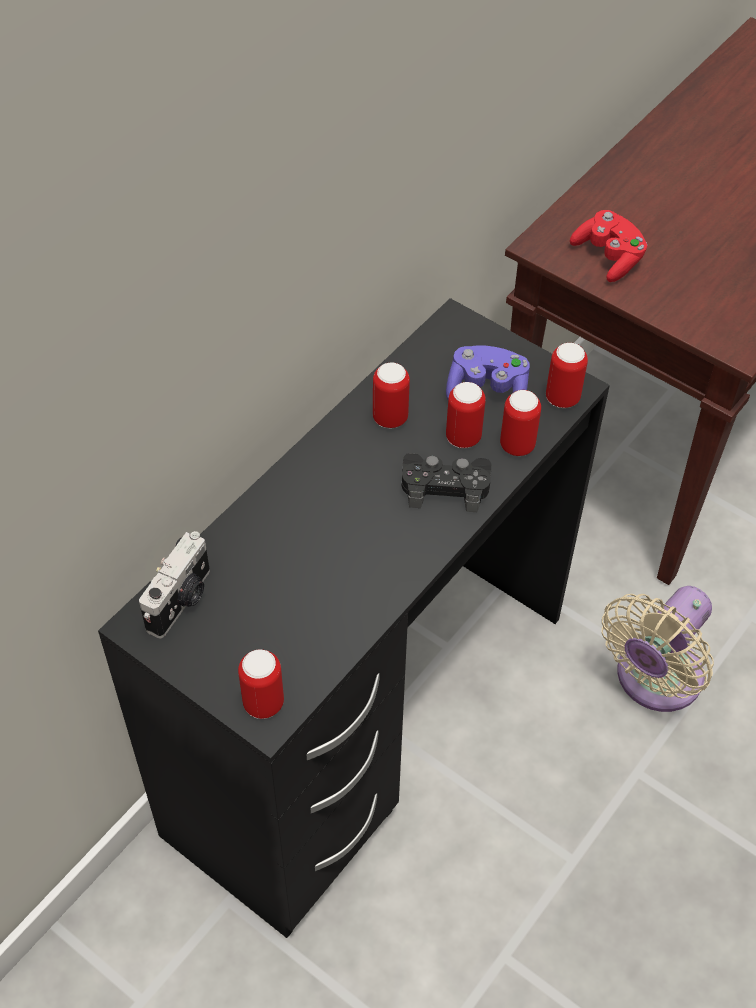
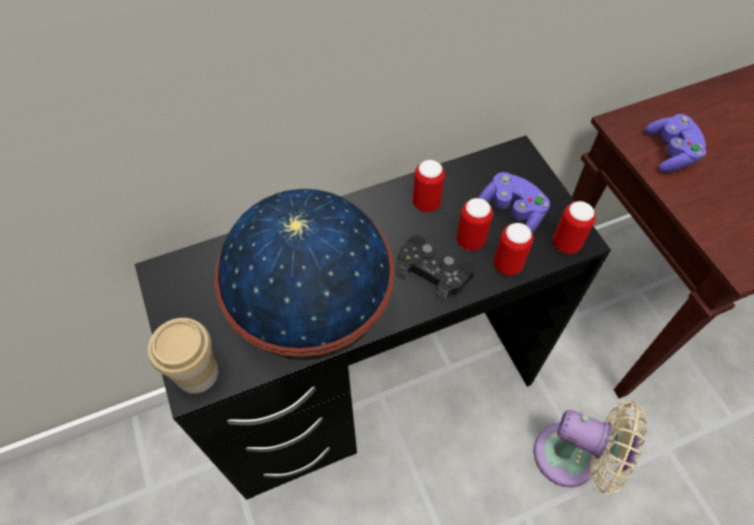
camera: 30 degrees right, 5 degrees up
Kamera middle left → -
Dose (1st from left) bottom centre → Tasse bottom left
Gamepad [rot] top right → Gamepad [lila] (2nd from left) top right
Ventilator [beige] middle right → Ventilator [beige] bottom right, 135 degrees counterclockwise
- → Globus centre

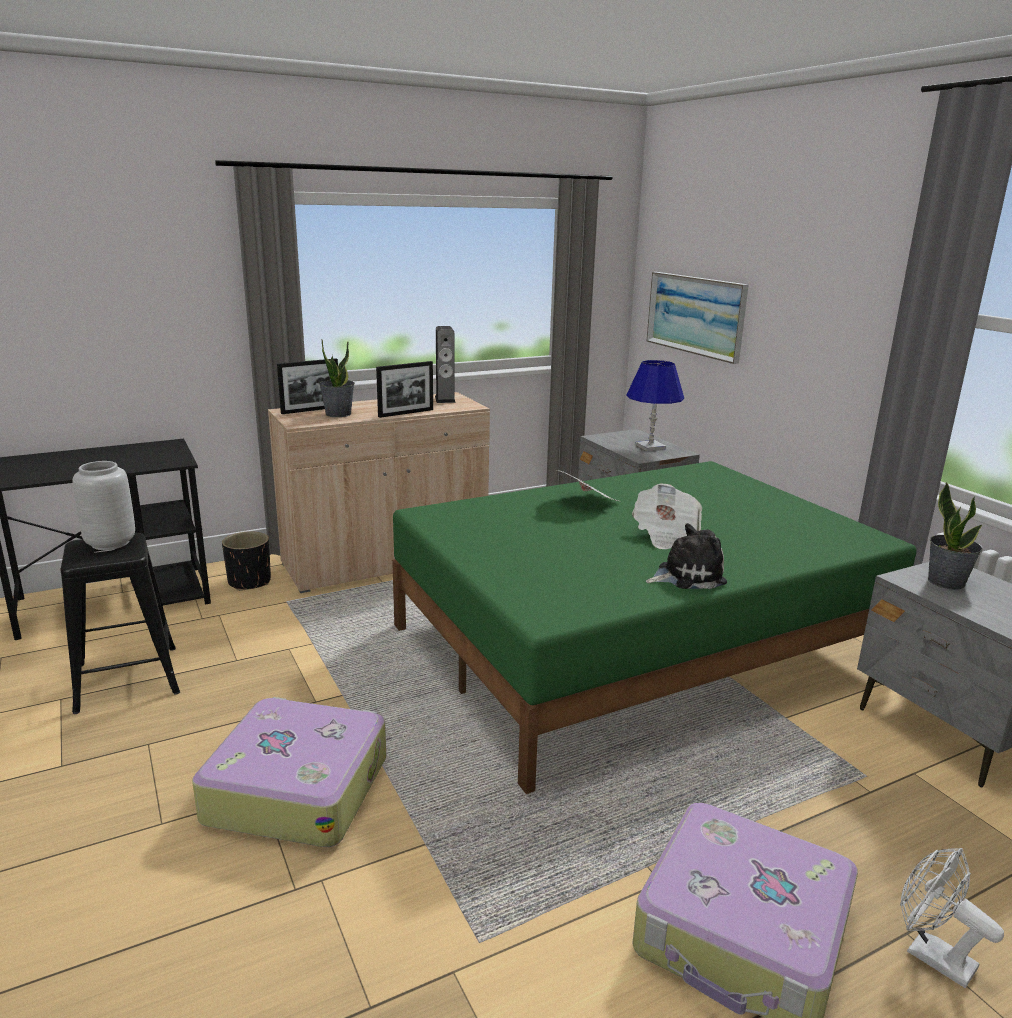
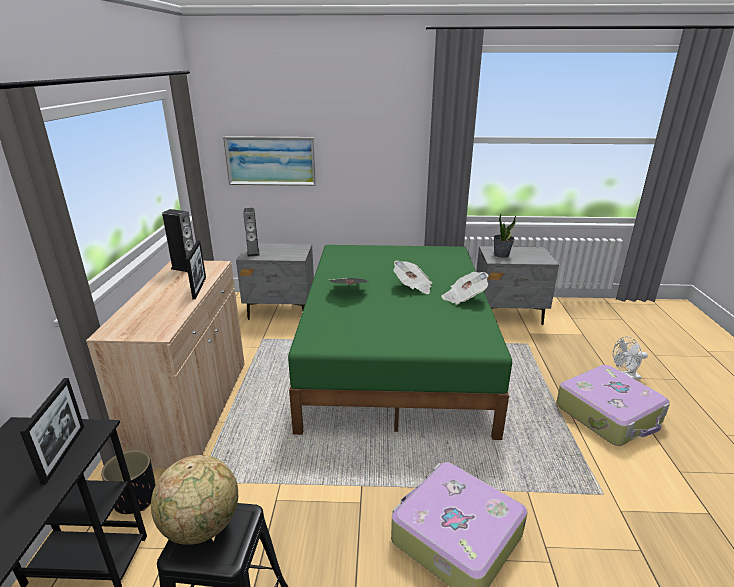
camera: 60 degrees left, 5 degrees up
Vase [grau] middle left → Globus bottom left
Bilderrahmen (1st from left) middle left → Bilderrahmen (1st from left) bottom left, moved
Topfpflanze (1st from left) middle left → -
Tischlampe [blau] centre → -
Plüschtier middle right → Zeitung (3rd from left) centre
- → Lautsprecher (2nd from left) centre

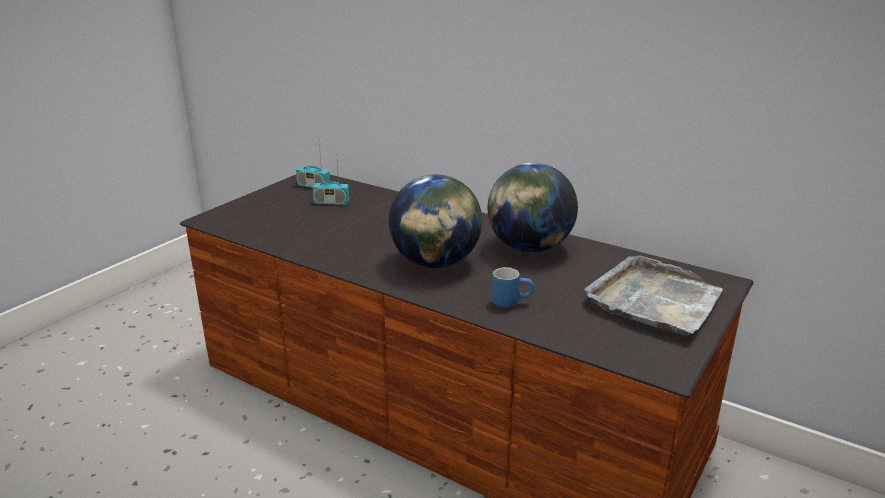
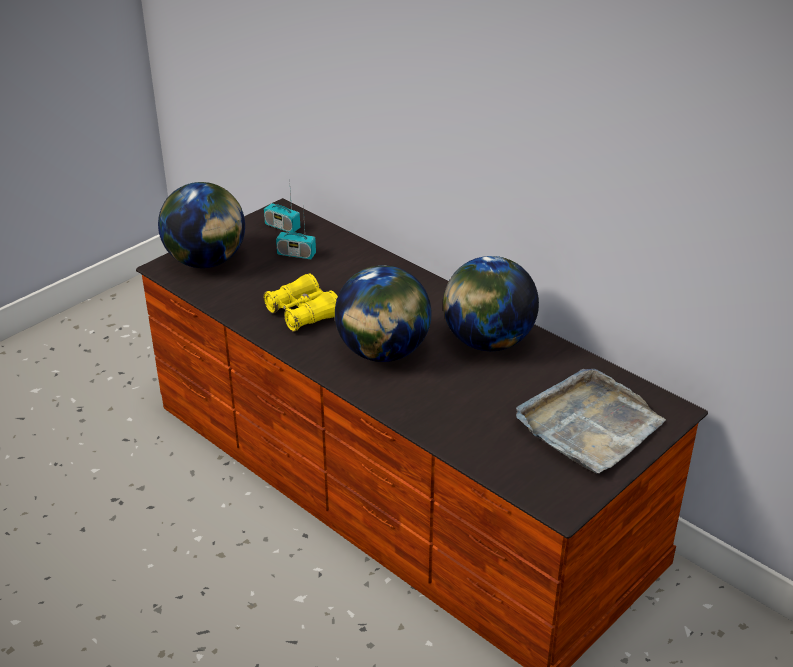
camera: 10 degrees right, 10 degrees up
Henkelbecher [blau] centre → -
- → Globus (1st from left) middle left
- → Fernglas [gelb] centre

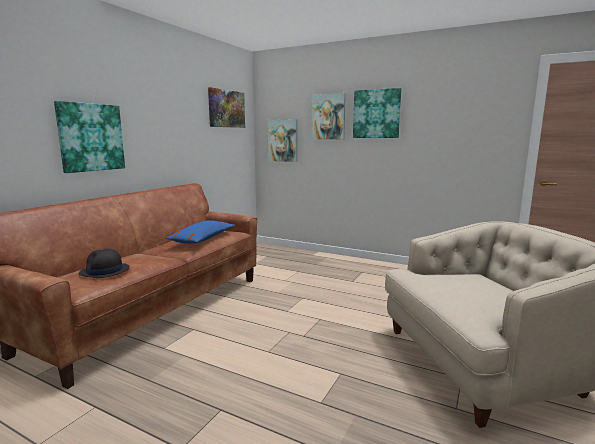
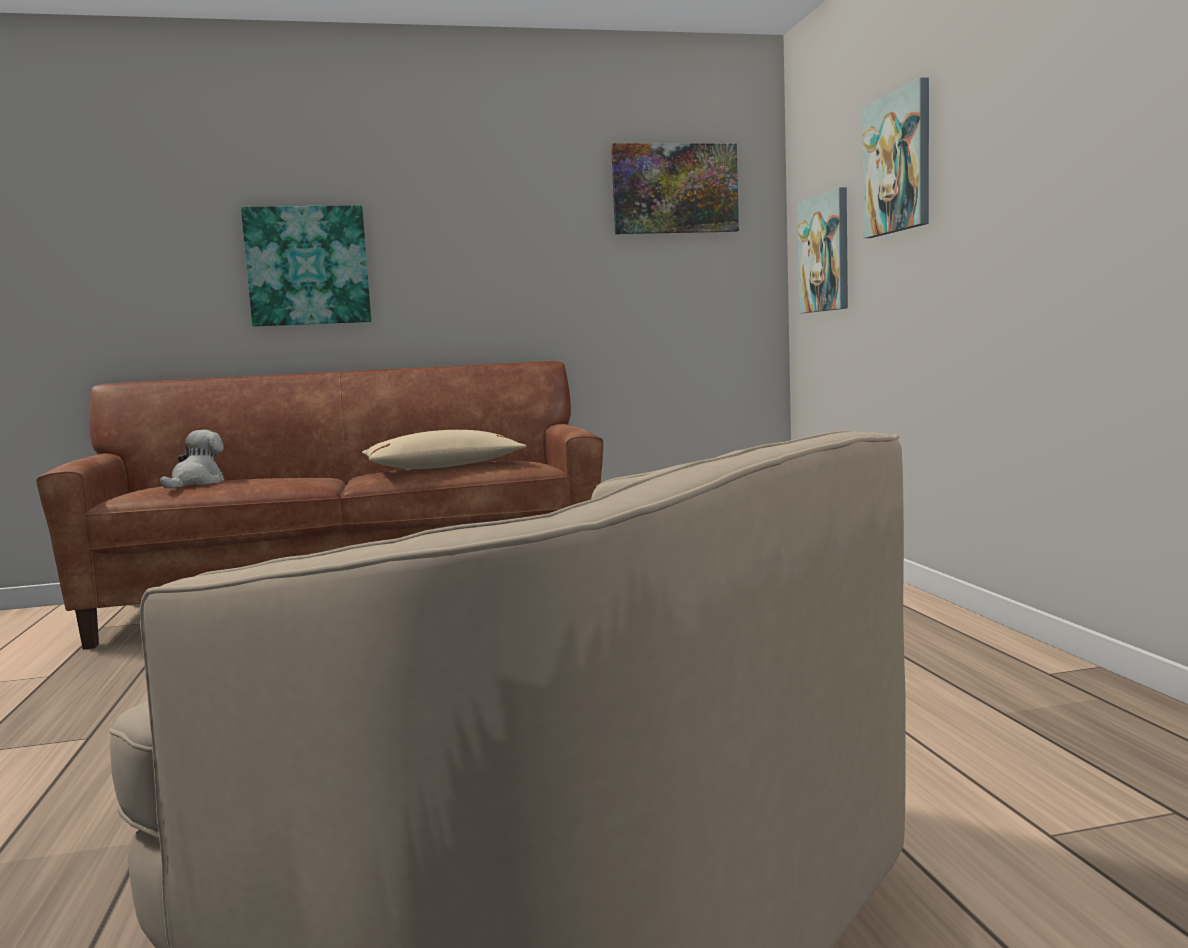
camera: 50 degrees right, 5 degrees down
Hut [schwarz] middle left → Plüschtier middle left
Kissen [blau] centre → Kissen [beige] centre
Bild (5th from left) top centre → -

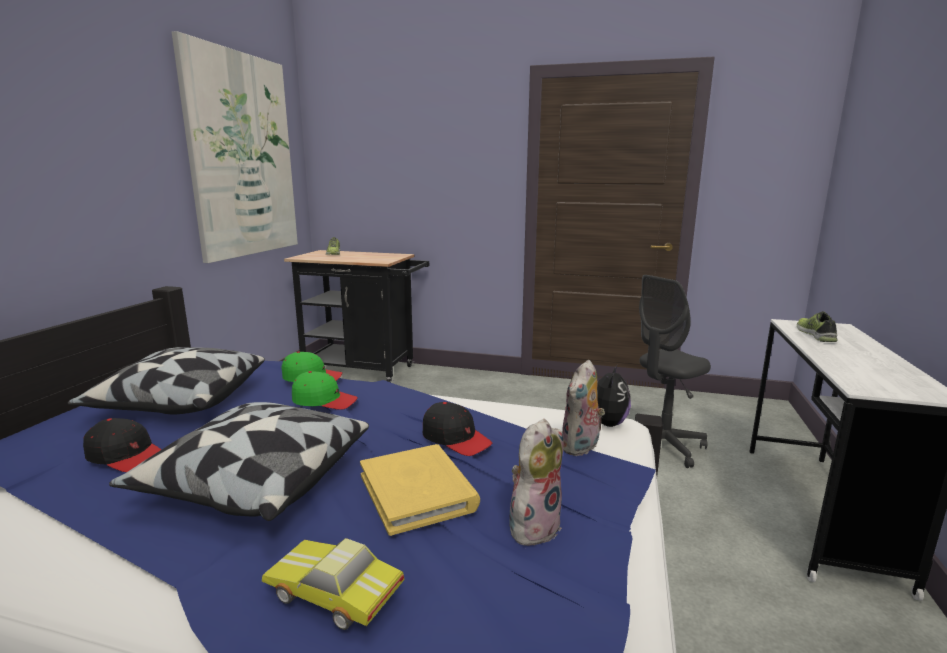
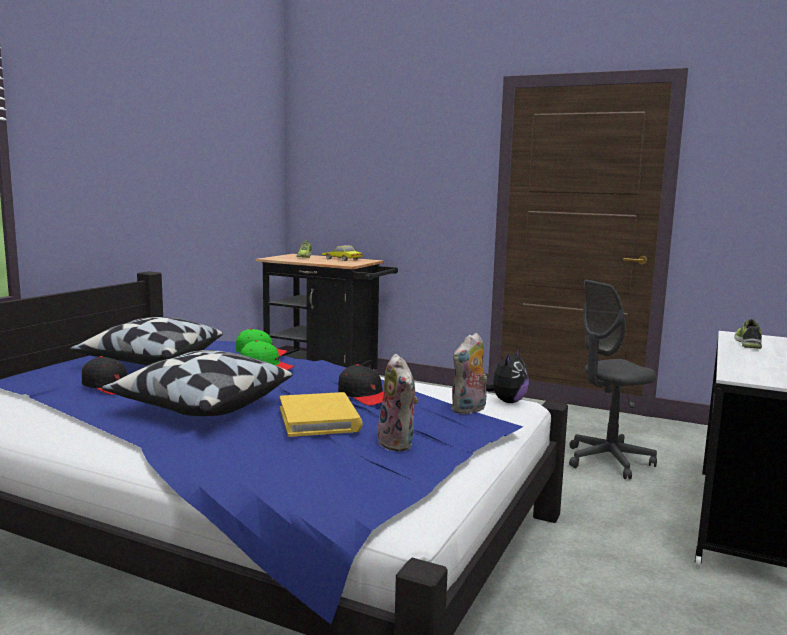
camera: 10 degrees right, 5 degrees down
Bild top left → -
Spielzeugauto bottom centre → Spielzeugauto centre, moved
Plüschtier (1st from left) bottom centre → Plüschtier (1st from left) centre, 105 degrees clockwise

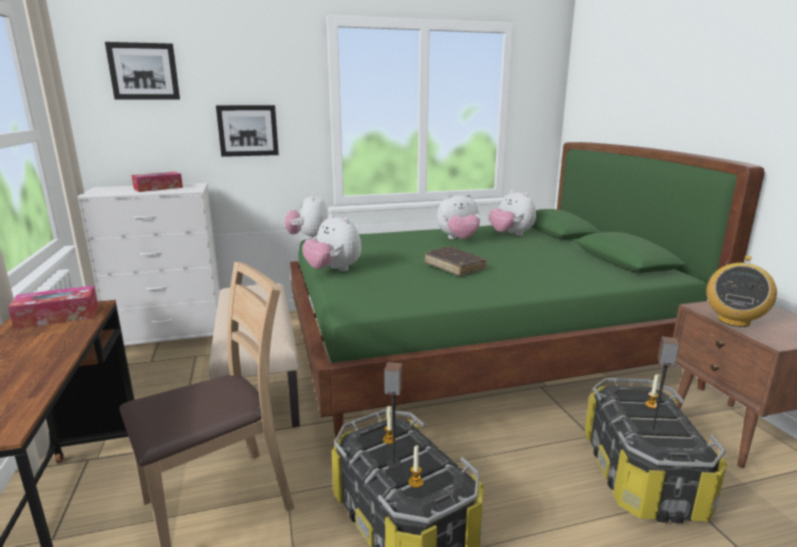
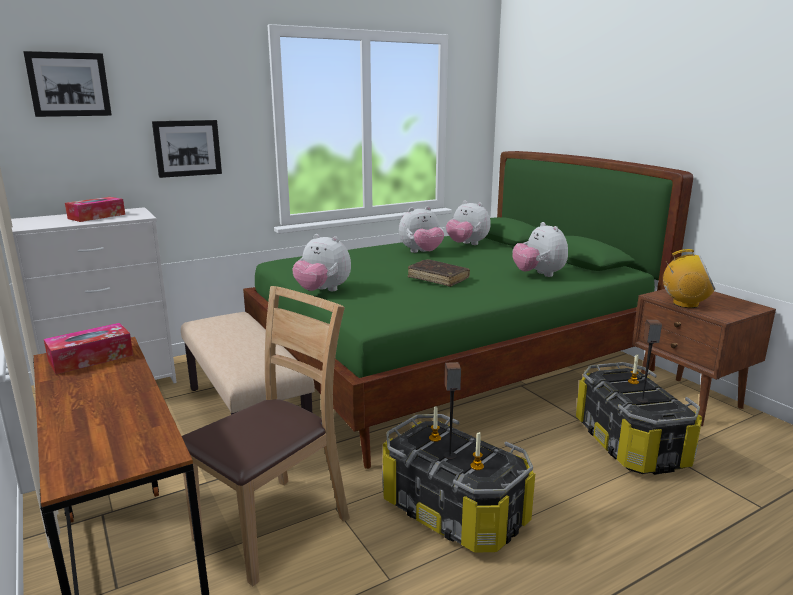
camera: 15 degrees left, 0 degrees up
Plüschtier (1st from left in the first image) centre → Plüschtier (4th from left) middle right, moved
Radio middle right, 90 degrees counterclockwise

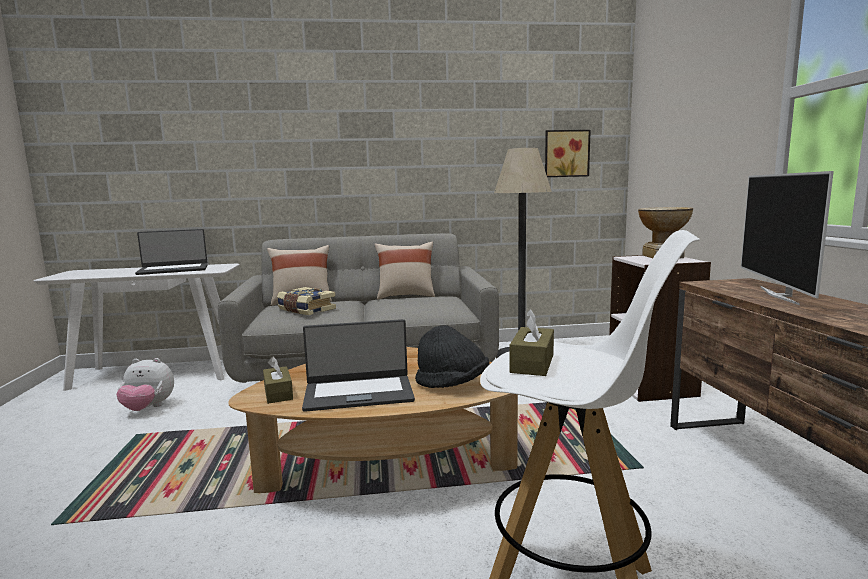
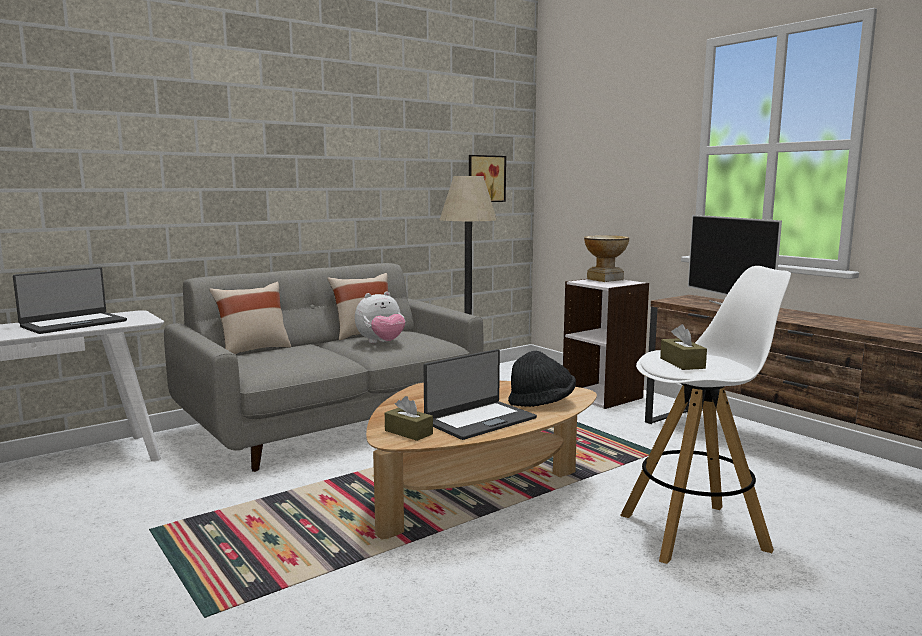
camera: 30 degrees left, 0 degrees up
Plüschtier middle left → Plüschtier centre, moved
Buch centre → -

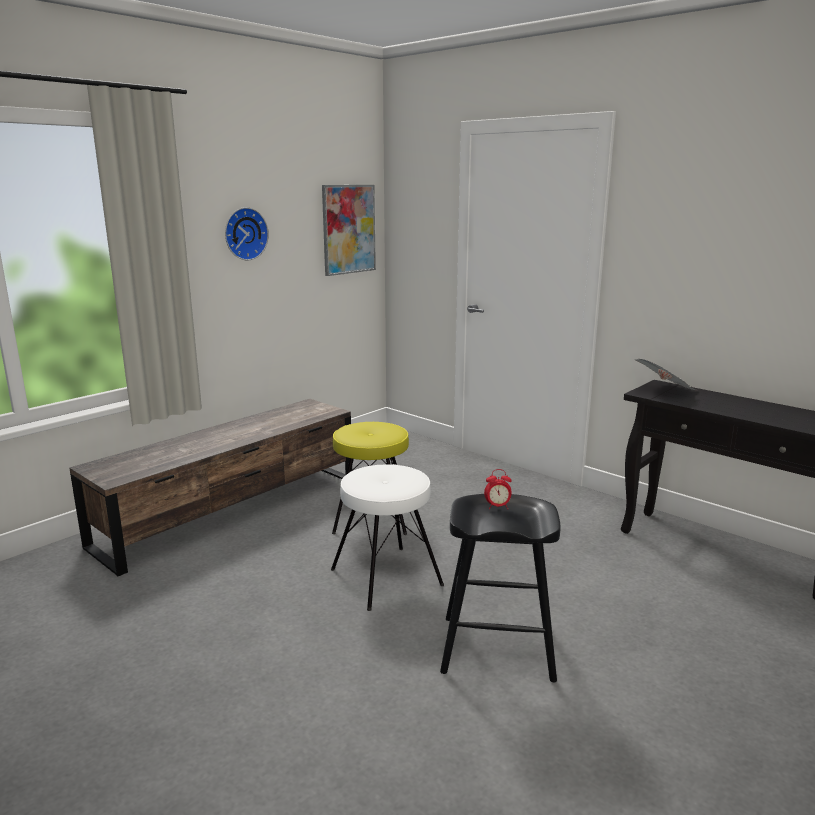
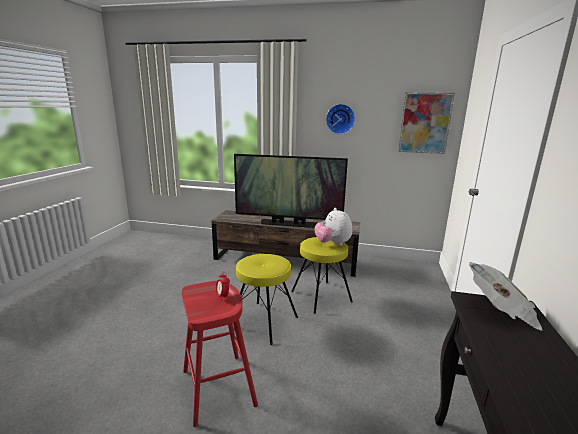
camera: 60 degrees right, 0 degrees up
Hocker [weiß] centre → Hocker [gelb] (1st from left) bottom centre
Hocker [schwarz] bottom centre → Hocker [rot] bottom centre
- → Fernseher centre
- → Plüschtier centre

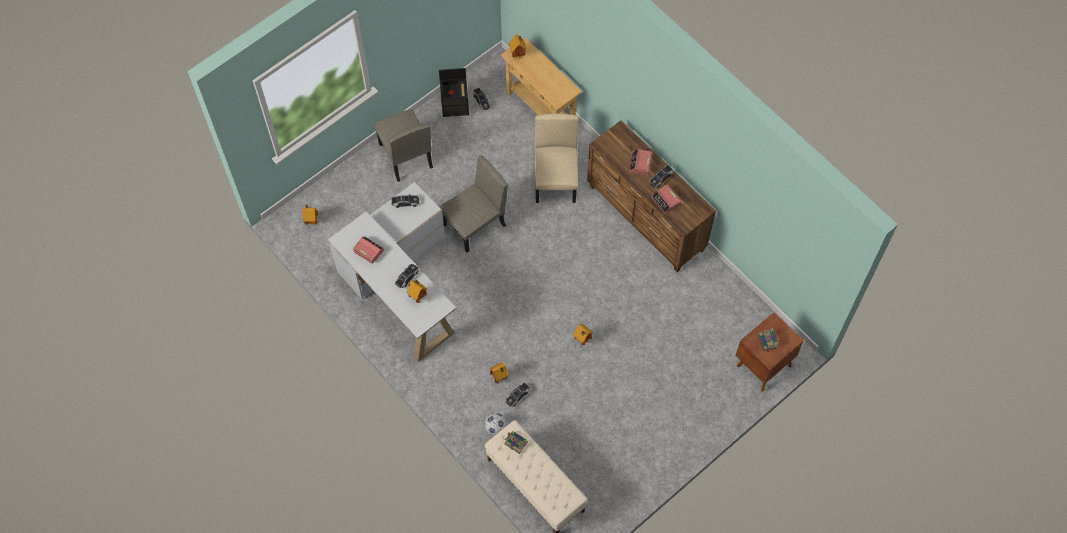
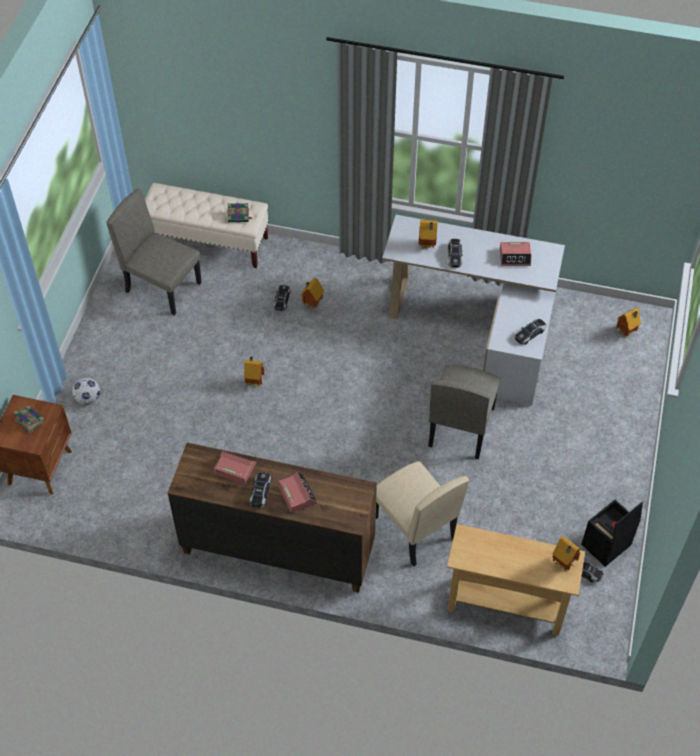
camera: 145 degrees right, 10 degrees down
Stuhl [beige] (1st from left) top centre → Stuhl [beige] (1st from left) middle left, moved
Fußball bottom centre → Fußball middle left, moved

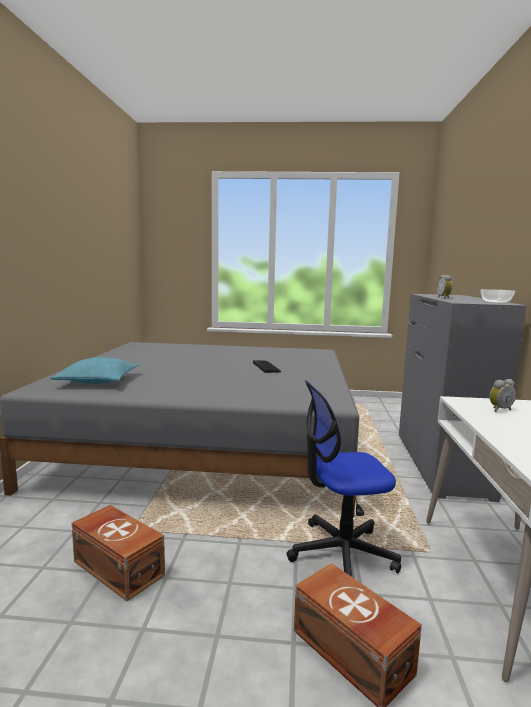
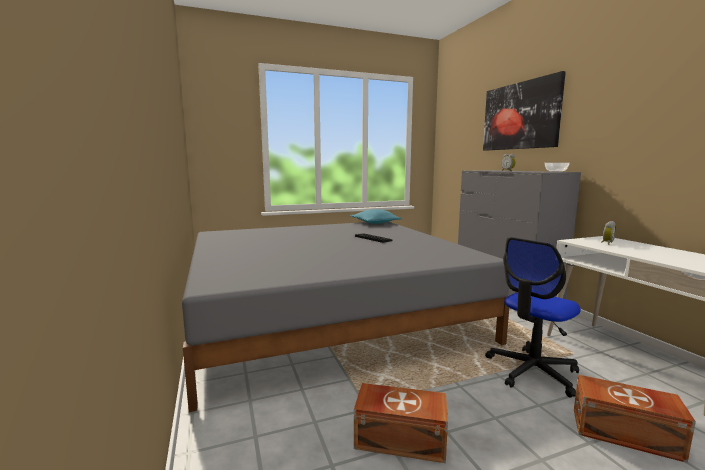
camera: 25 degrees left, 0 degrees up
Kissen [türkis] middle left → Kissen [türkis] centre, moved
- → Bild top right

